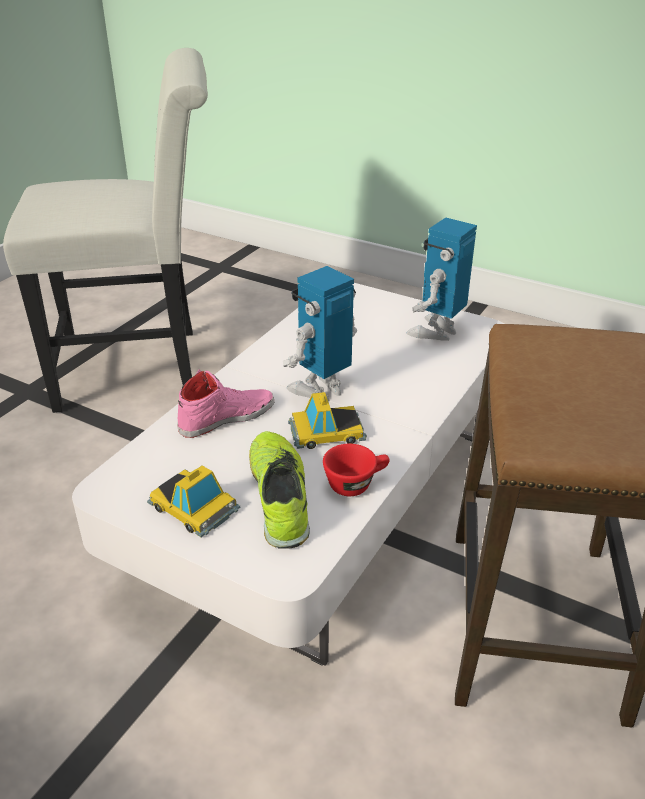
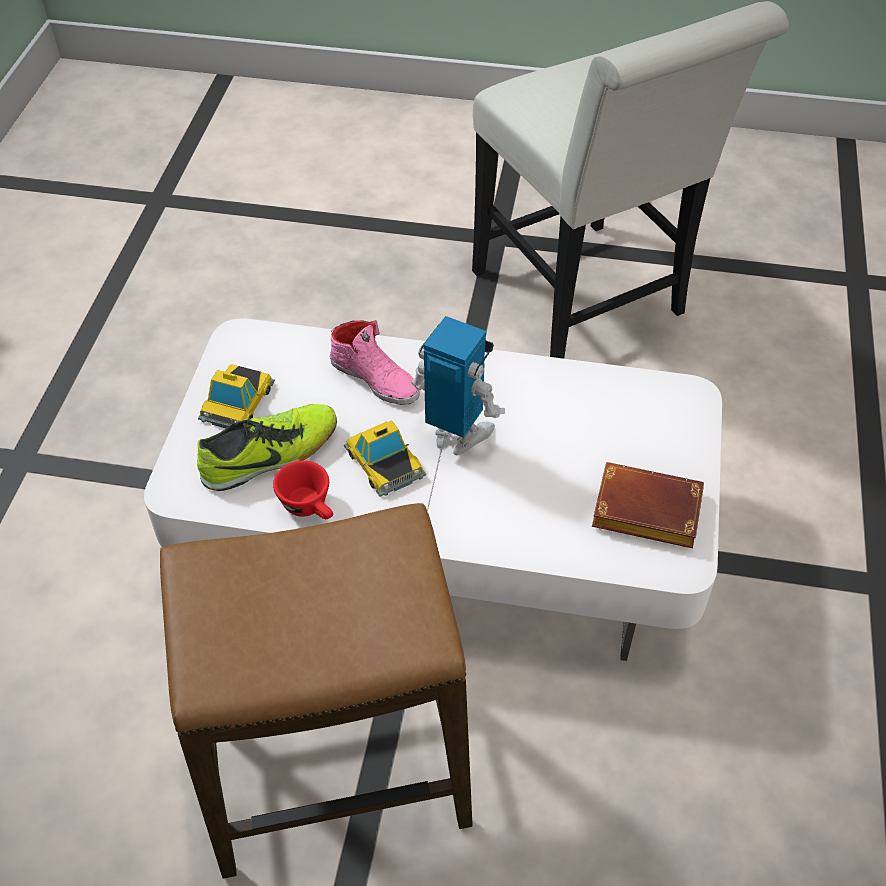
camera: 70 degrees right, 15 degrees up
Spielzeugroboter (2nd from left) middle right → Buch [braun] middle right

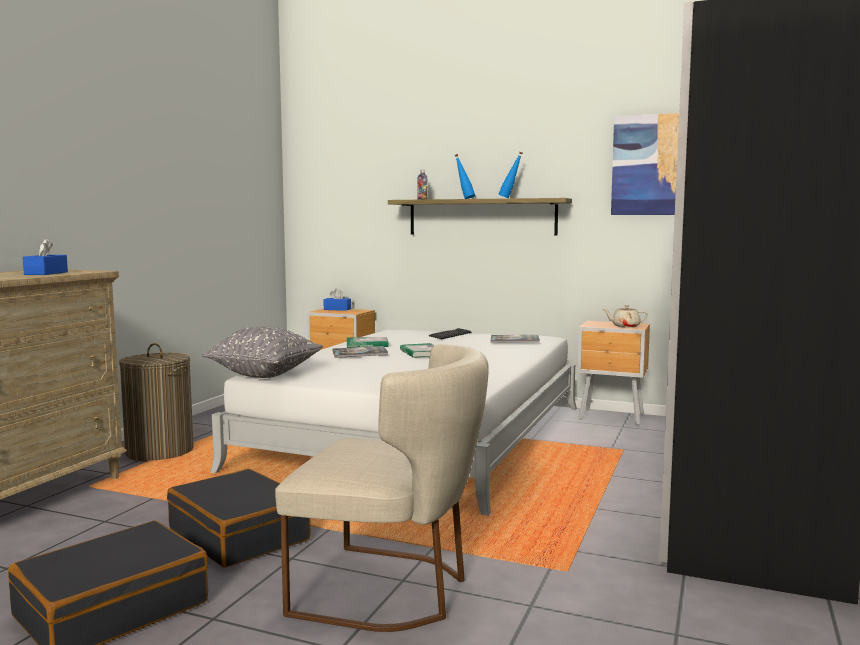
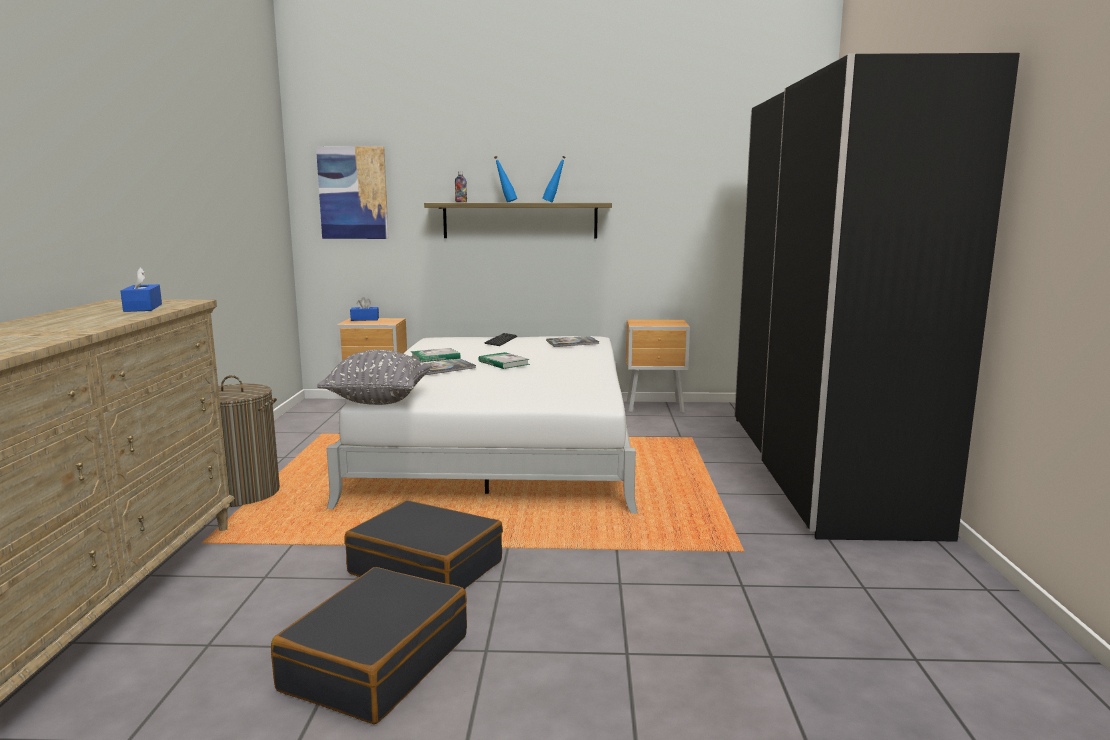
camera: 20 degrees left, 5 degrees up
Stuhl [beige] bottom centre → -
Teekanne [beige] middle right → -
Bild top right → Bild top left, moved

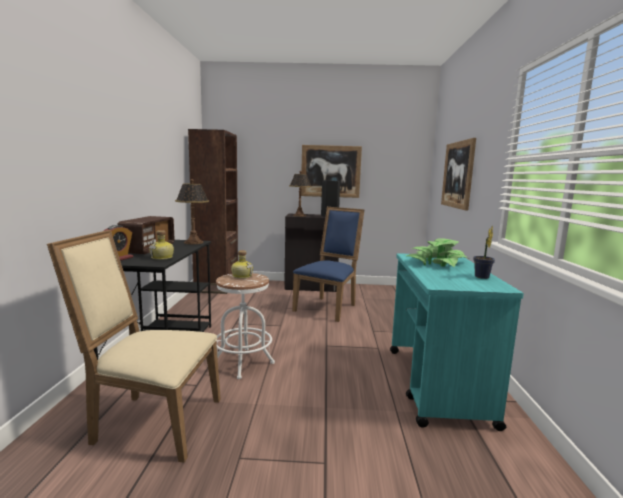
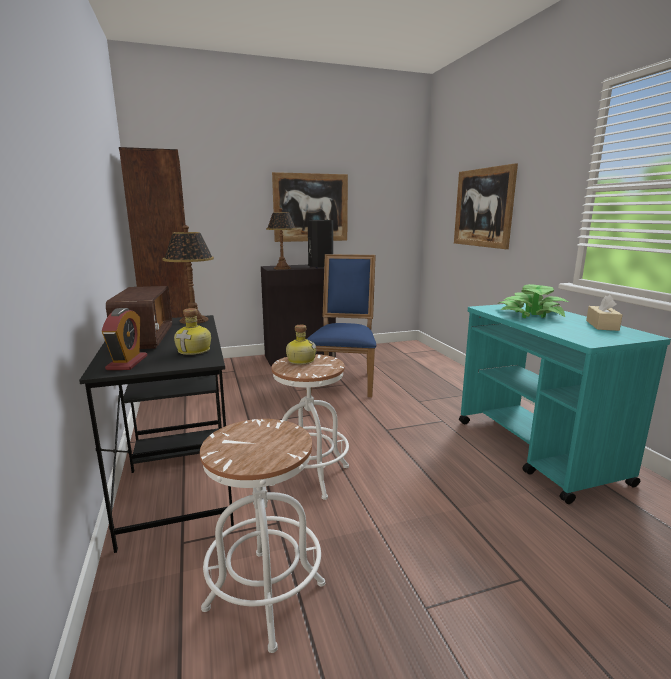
camera: 20 degrees left, 5 degrees up
Stuhl [beige] bottom left → Hocker [weiß] (1st from left) bottom centre
Topfpflanze (2nd from left) middle right → Taschentuchbox [beige] middle right

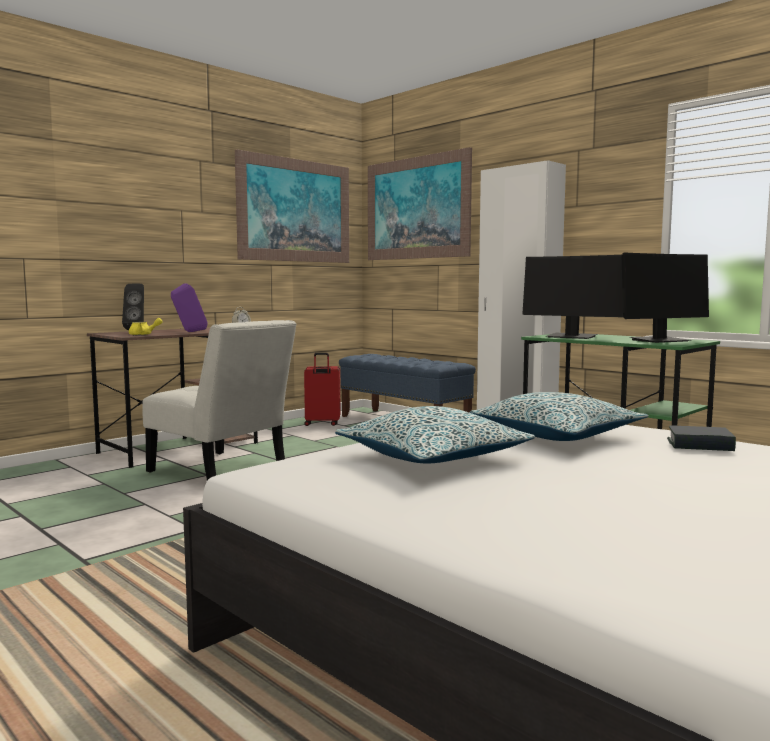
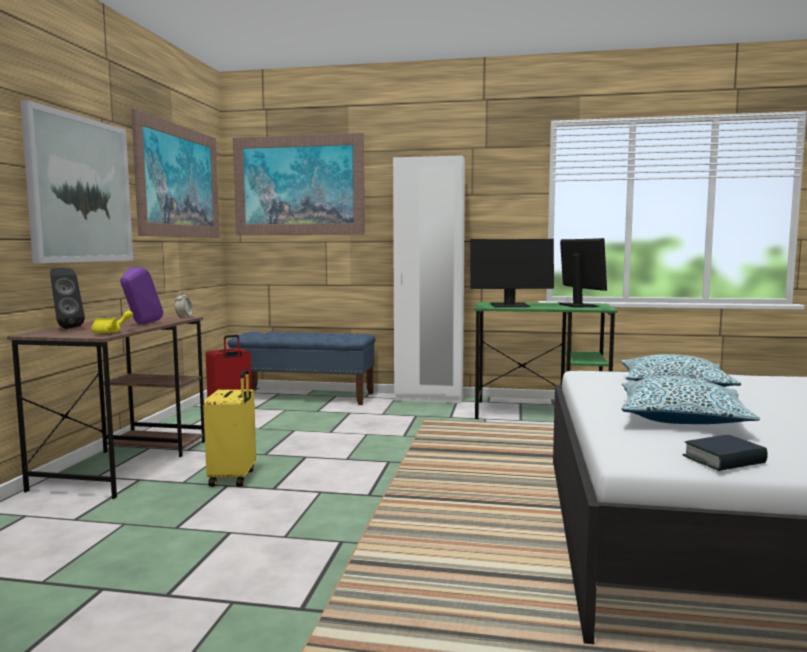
camera: 35 degrees left, 0 degrees up
Stuhl [weiß] middle left → Koffer [gelb] middle left
Monitor (2nd from left) middle right, 45 degrees counterclockwise
Buch middle right → Buch bottom right, moved
- → Bild (1st from left) top left

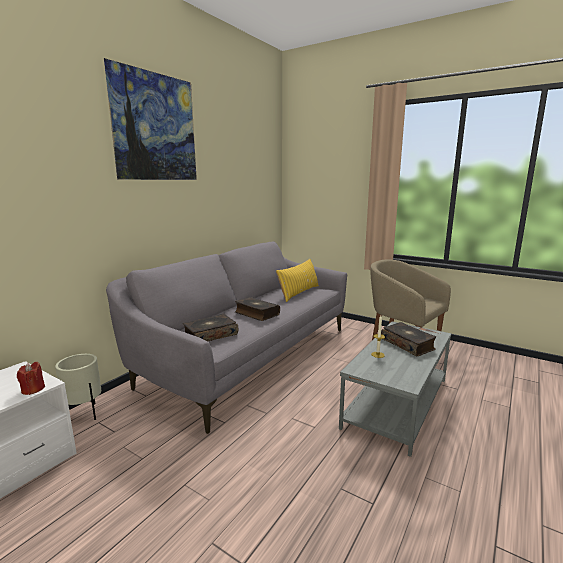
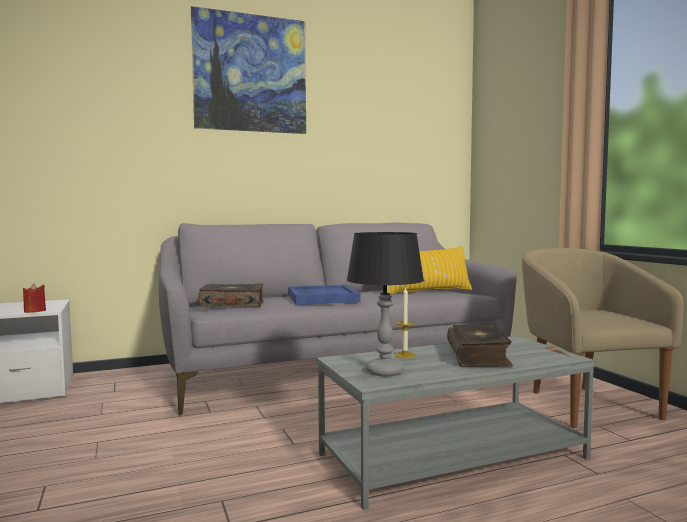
camera: 35 degrees right, 10 degrees down
Pflanzkübel [beige] bottom left → -
Buch (2nd from left) centre → Tablett [blau] centre
- → Tischlampe [schwarz] centre

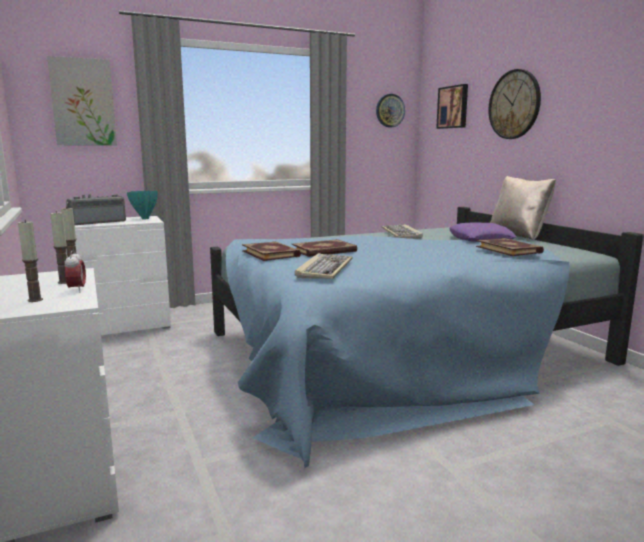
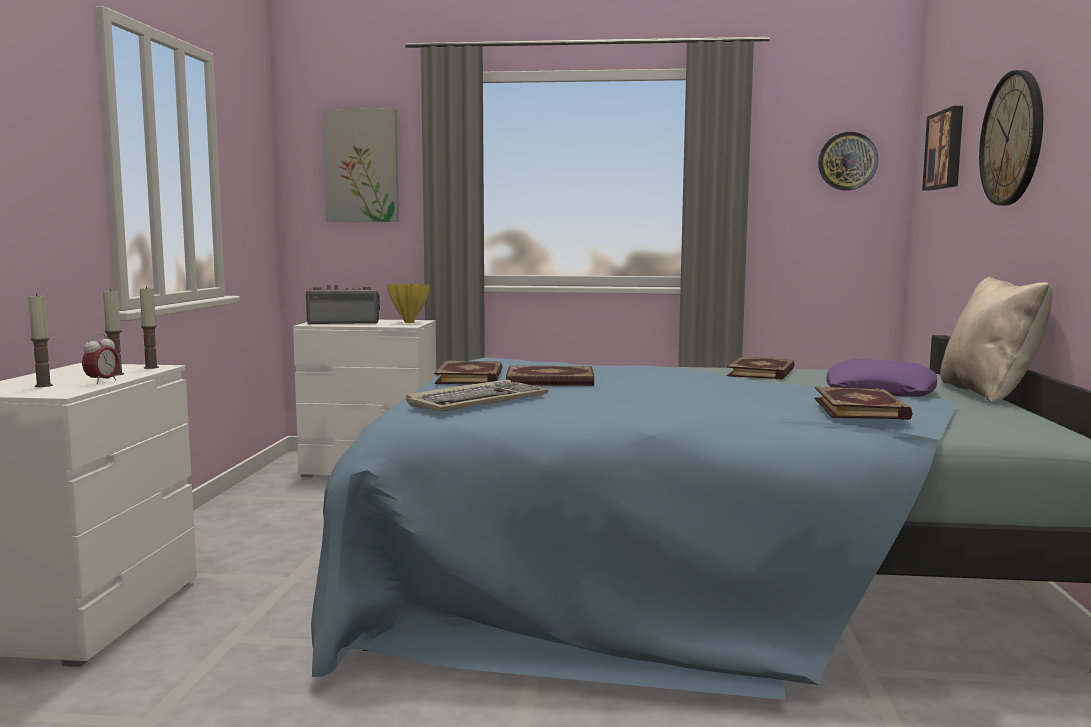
camera: 30 degrees right, 5 degrees down
Vase [türkis] middle left → Vase [gelb] centre
Tastatur (2nd from left) centre → Buch (3rd from left) middle right

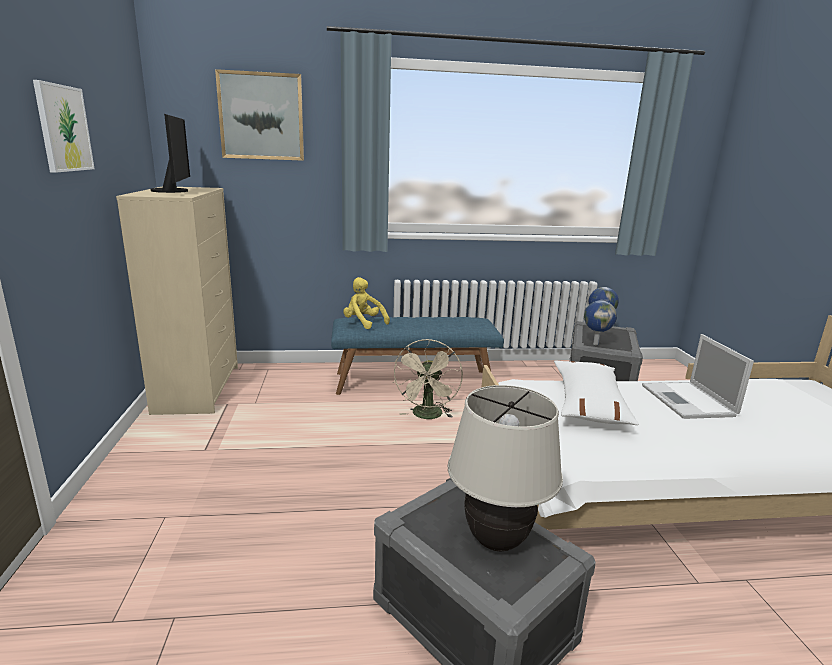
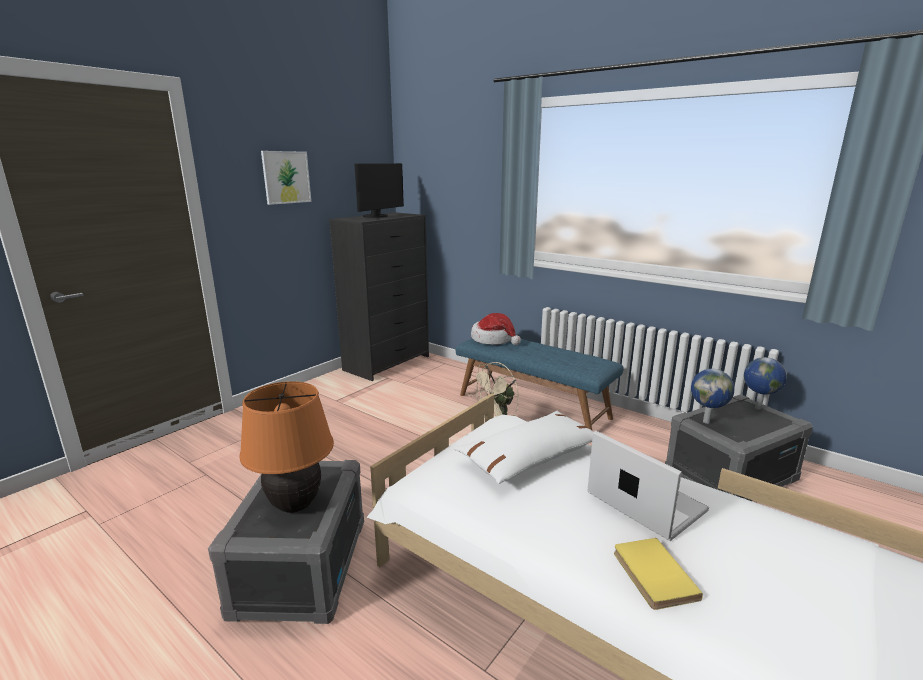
camera: 45 degrees right, 0 degrees up
Kommode [beige] middle left → Kommode [schwarz] centre
Bild (2nd from left) top left → -
Plüschtier [gelb] centre → Hut centre
Tischlampe [beige] bottom centre → Tischlampe [orange] middle left
Laptop middle right → Laptop bottom right, 105 degrees clockwise
- → Buch [gelb] bottom right

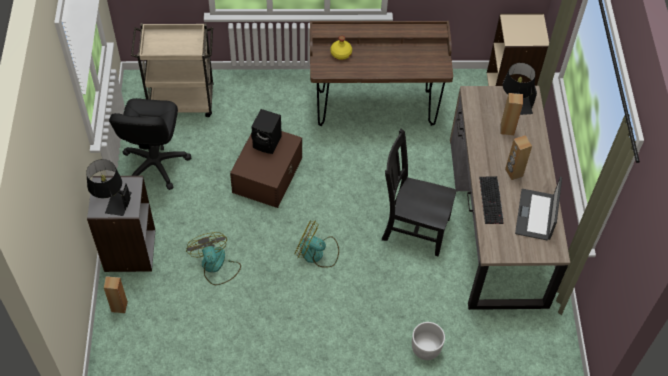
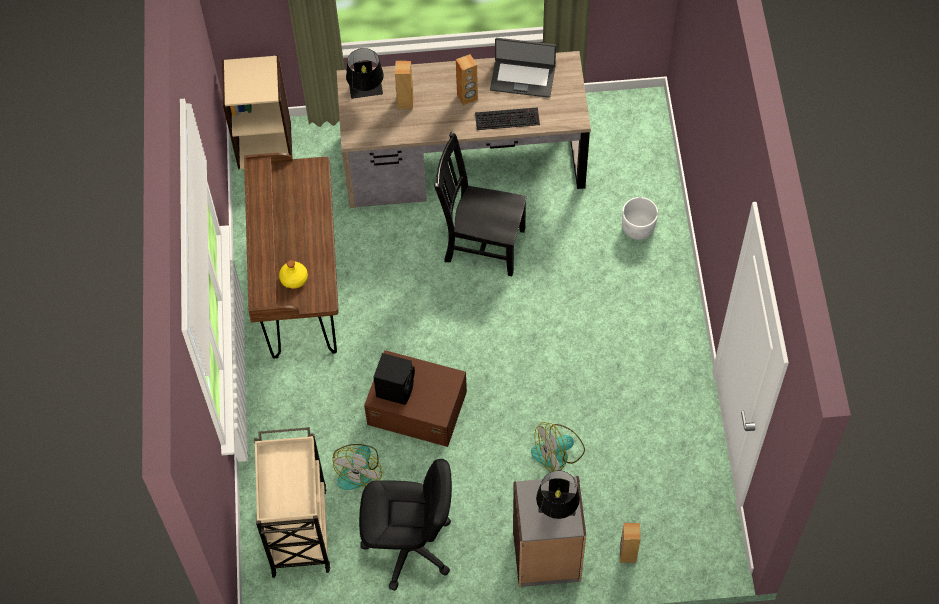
camera: 90 degrees left, 5 degrees up
Ventilator (2nd from left in the first image) centre → Ventilator (1st from left) bottom centre, moved
Stuhl [schwarz] centre, 90 degrees clockwise

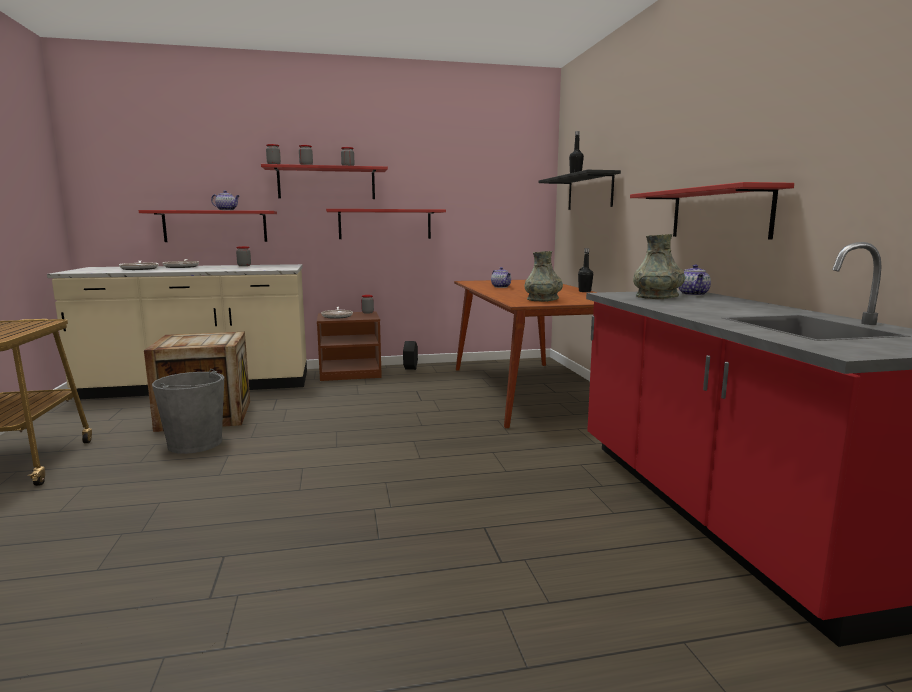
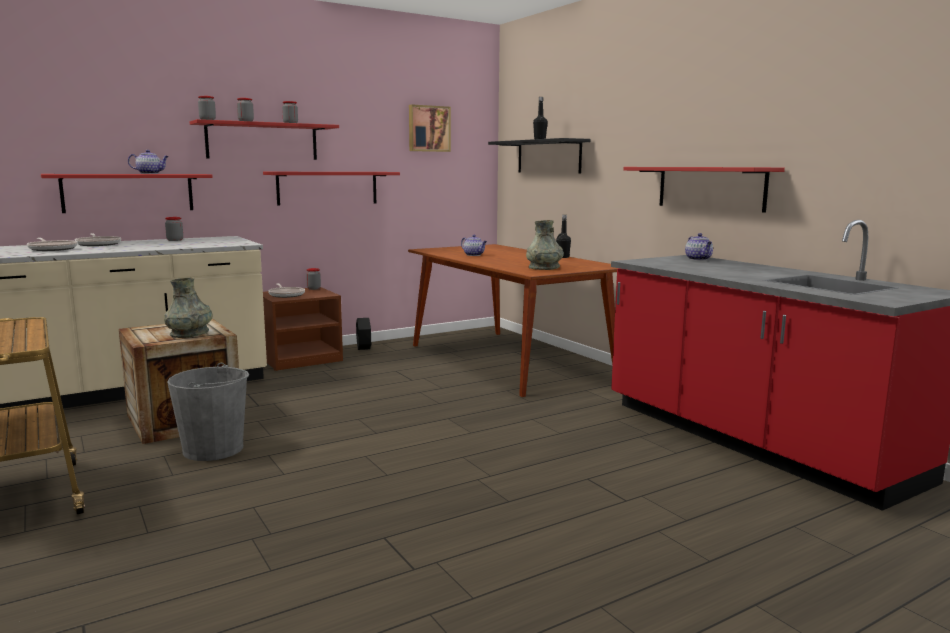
camera: 20 degrees left, 0 degrees up
Vase [grau] (2nd from left in the first image) middle right → Vase [grau] (1st from left) middle left, moved
- → Bild top centre

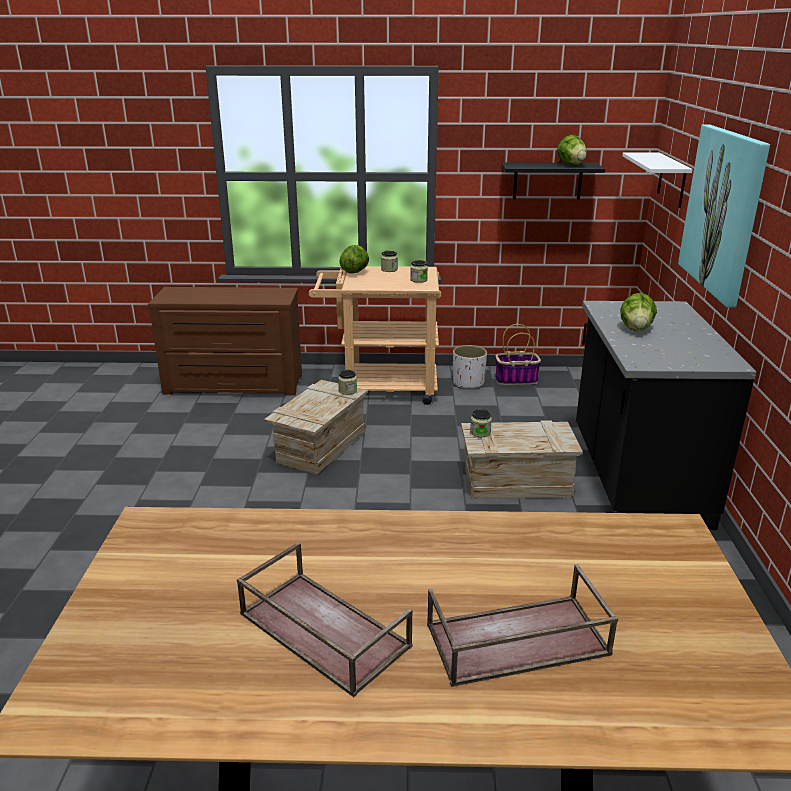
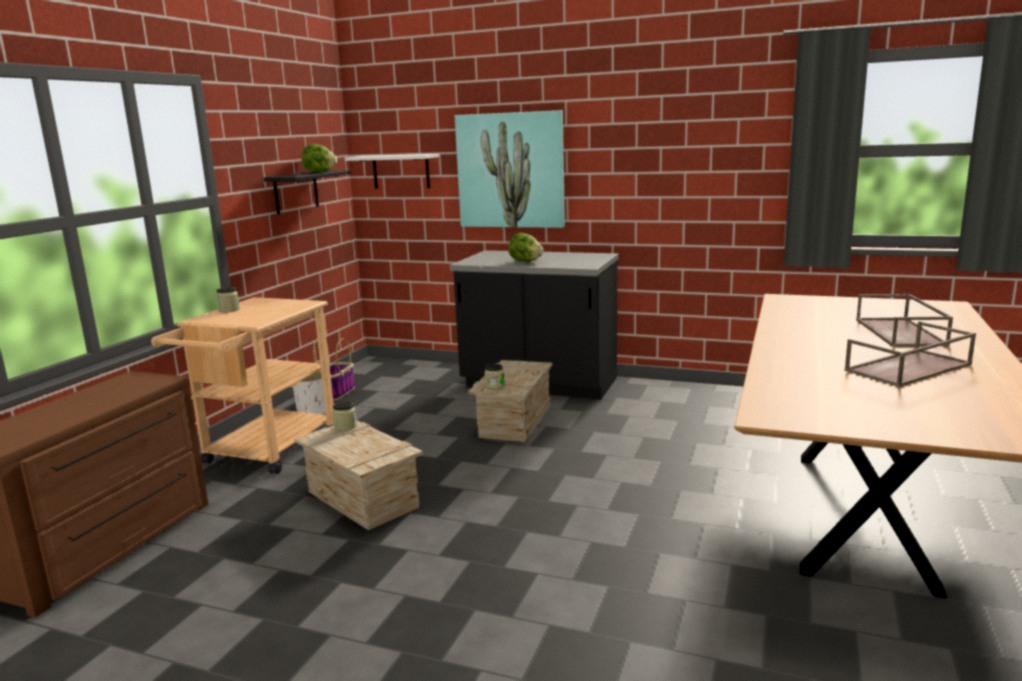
camera: 70 degrees left, 10 degrees down
Salatkopf (1st from left) top centre → -
Vorratsglas (3rd from left) centre → -

